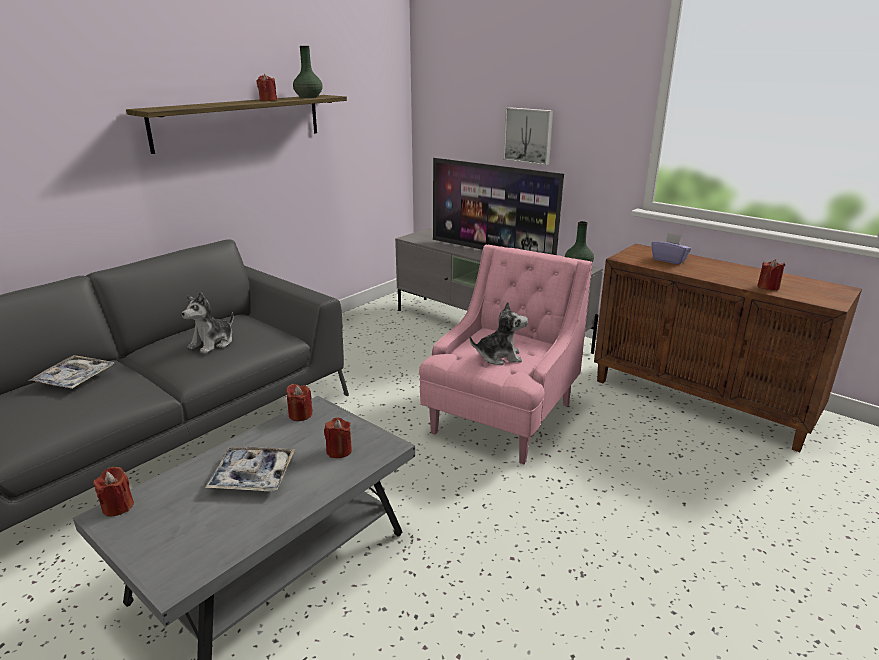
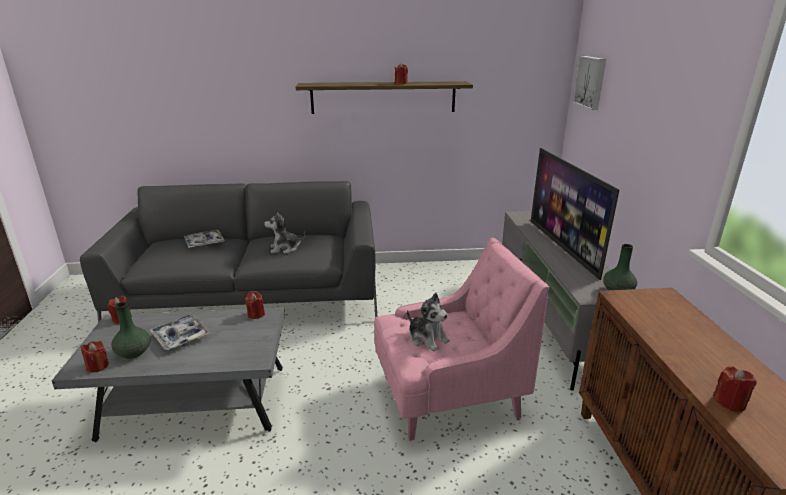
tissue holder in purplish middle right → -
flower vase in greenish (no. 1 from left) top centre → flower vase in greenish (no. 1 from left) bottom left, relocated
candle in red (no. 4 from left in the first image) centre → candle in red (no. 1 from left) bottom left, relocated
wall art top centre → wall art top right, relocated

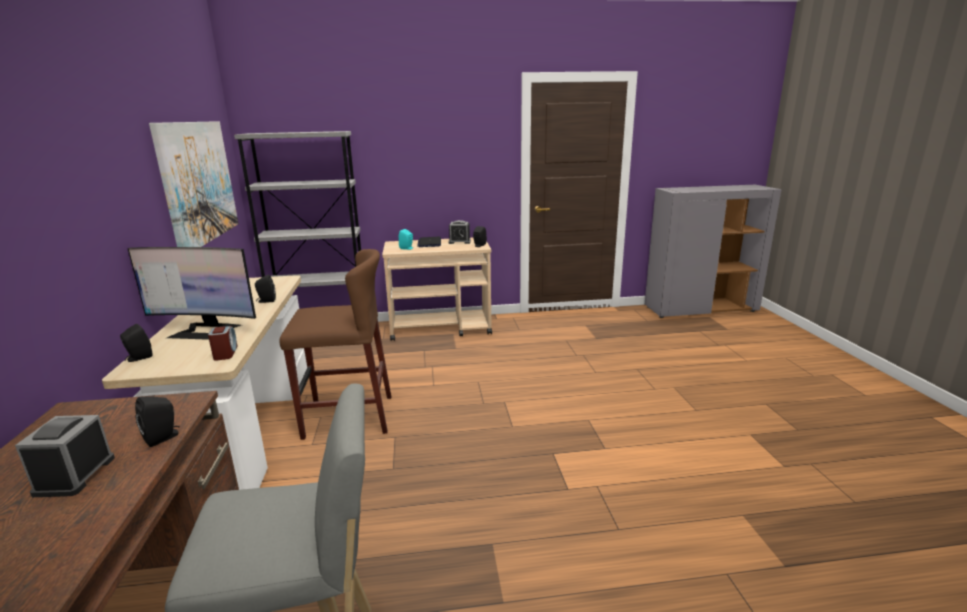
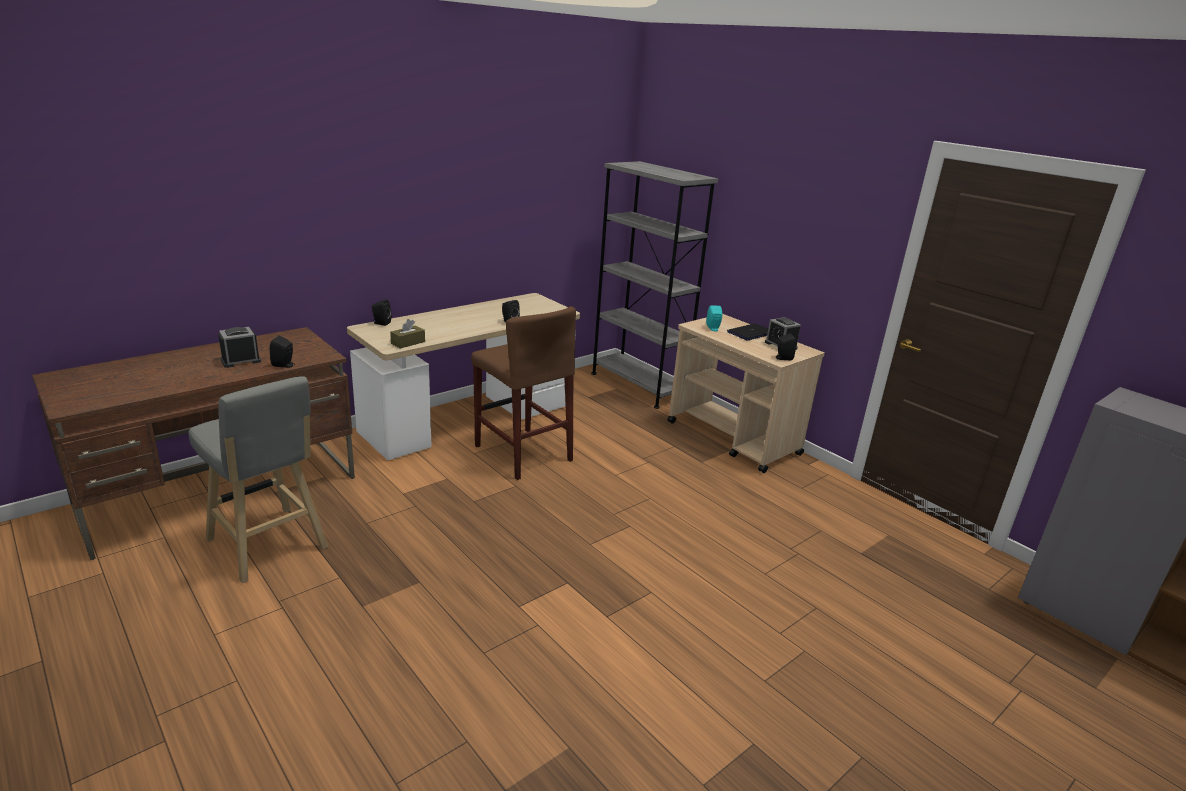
computer screen middle left → -
wall art top left → -
alarm clock (no. 2 from left) middle left → tissue holder in brown centre

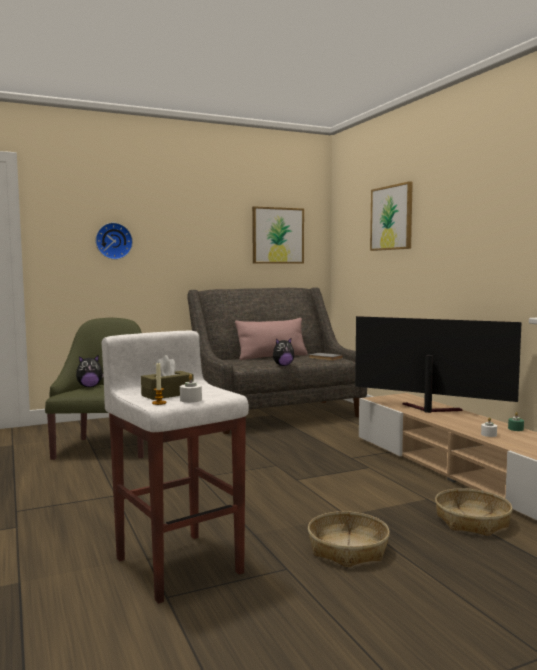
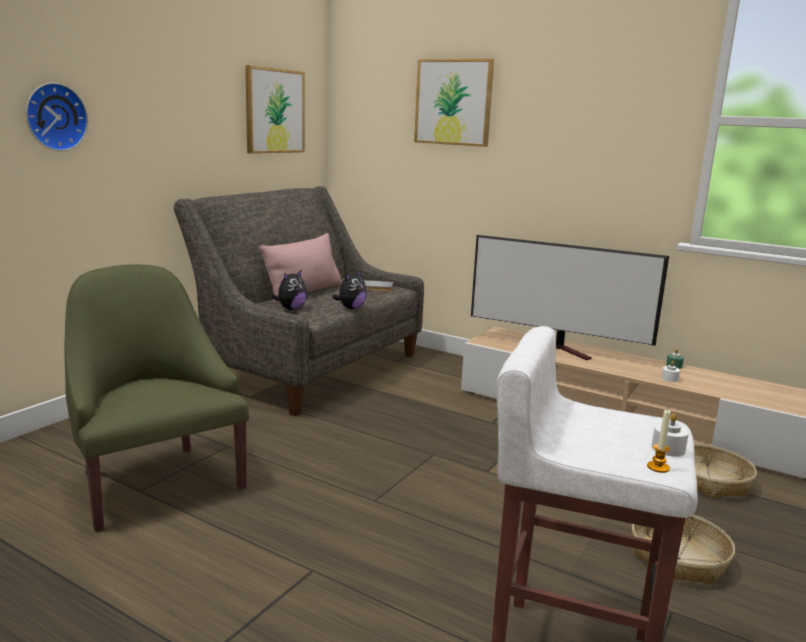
tissue holder in brown middle left → -
soft toy (no. 1 from left) middle left → soft toy (no. 1 from left) centre, relocated
TV middle right, 150 degrees counterclockwise

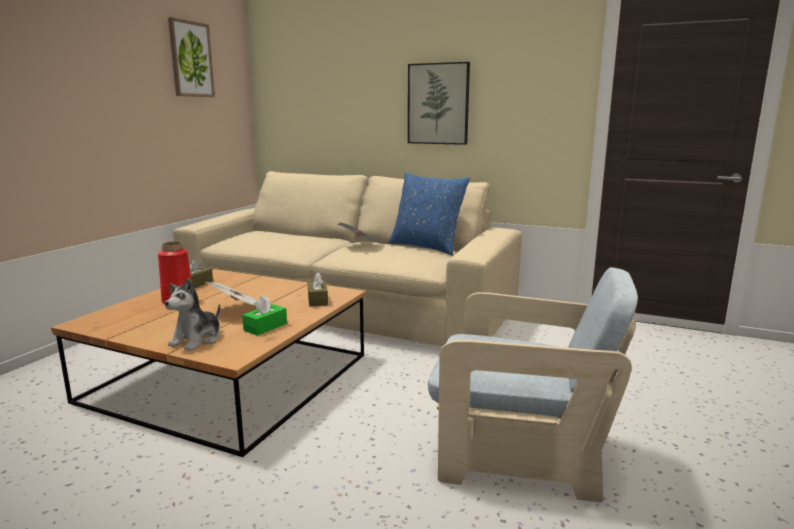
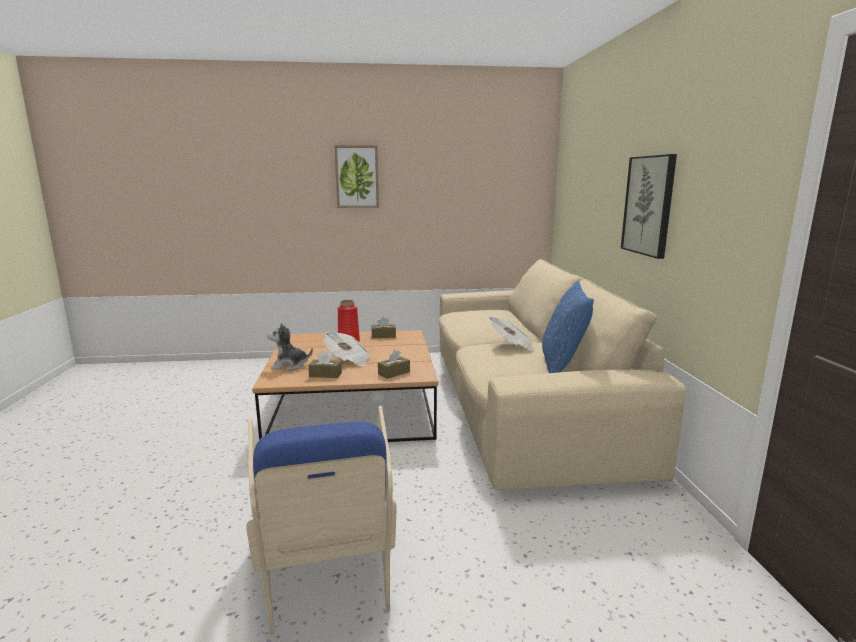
wall art (no. 1 from left) top left → wall art (no. 1 from left) top centre, relocated
tissue holder in greenish middle left → tissue holder in brown (no. 1 from left) centre
armchair in beige-coloured bottom right → armchair in bluish bottom centre

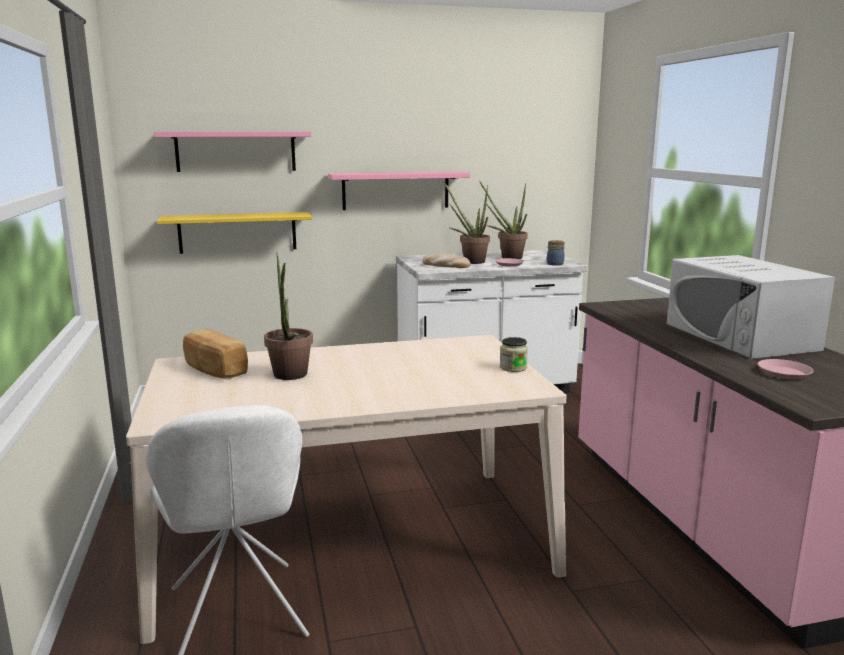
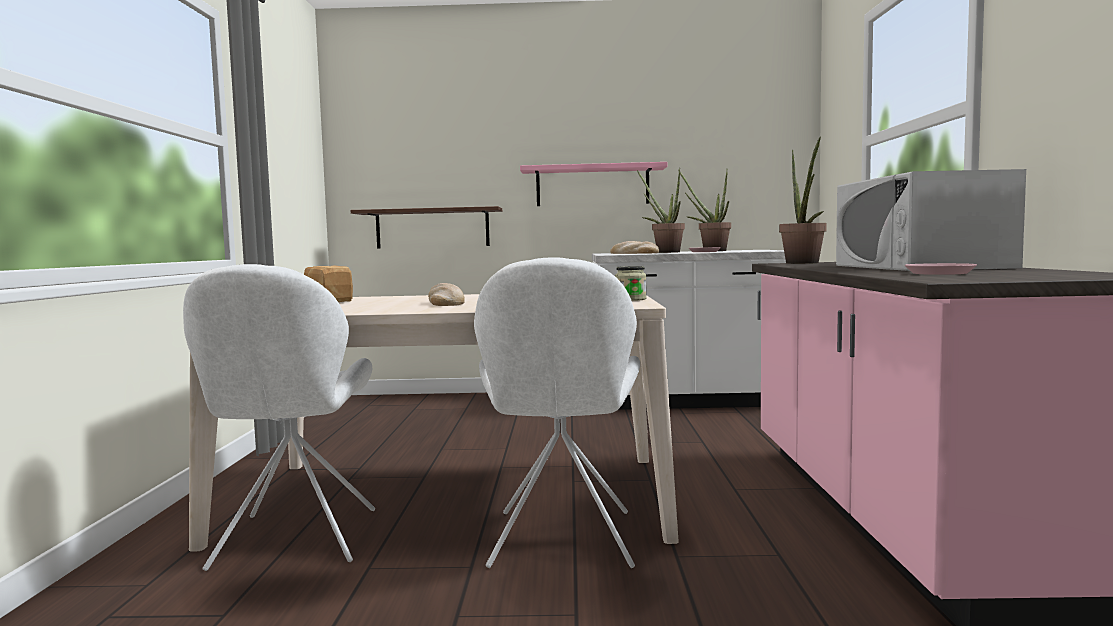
shelf in pinkish (no. 1 from left) top left → -
preserve jar (no. 2 from left) centre → -
- → baked bread (no. 2 from left) centre
- → plain chair in white (no. 2 from left) centre
potted plant (no. 1 from left in the first image) centre → potted plant (no. 3 from left) top right, relocated
shelf in yellowish middle left → shelf in brown centre

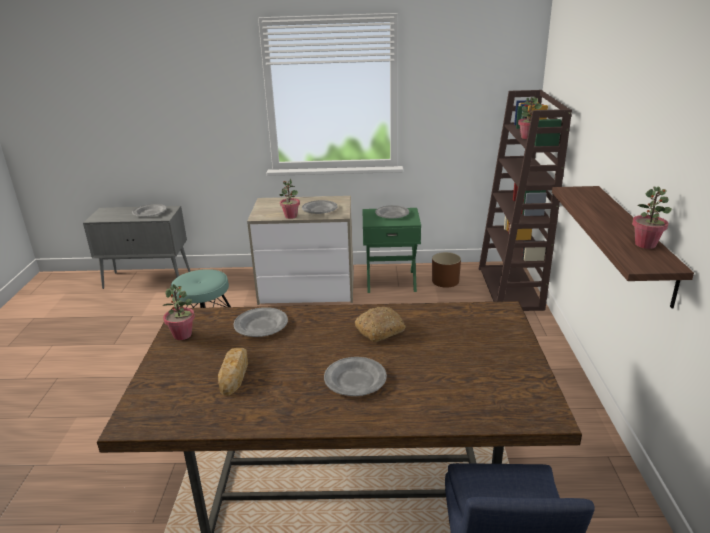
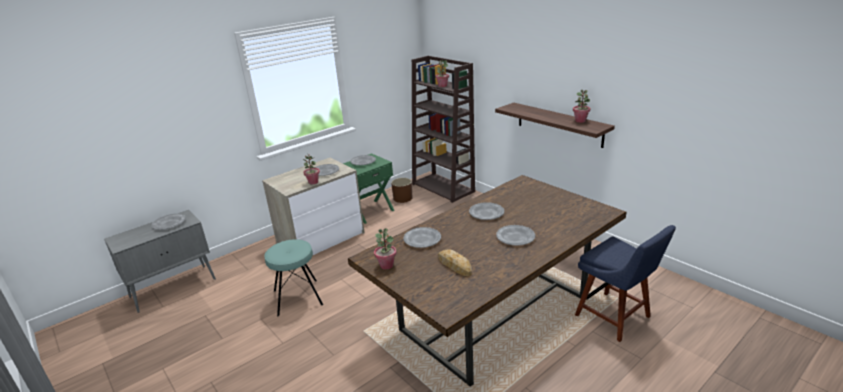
baked bread (no. 2 from left) centre → flat dish in greyish (no. 5 from left) centre

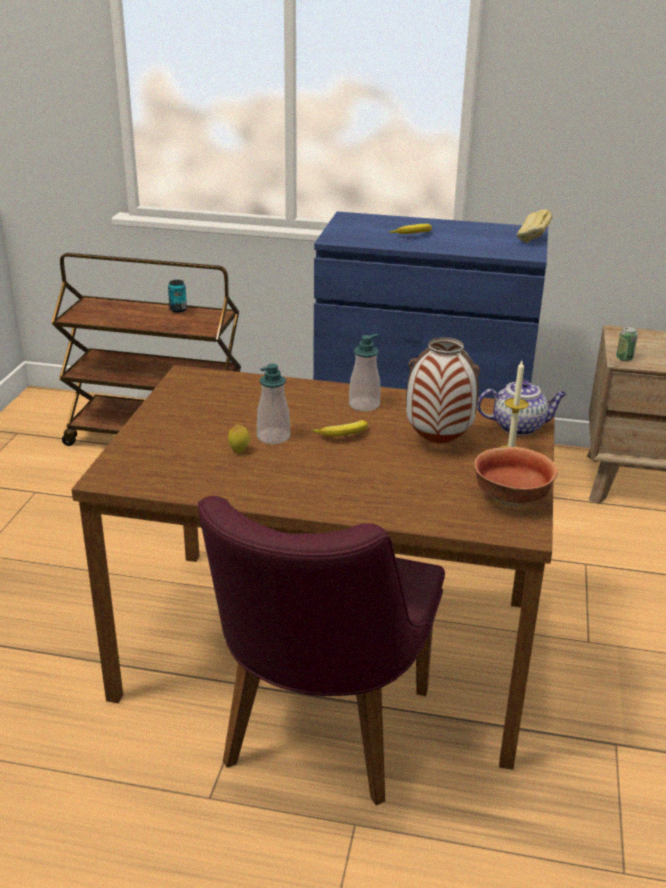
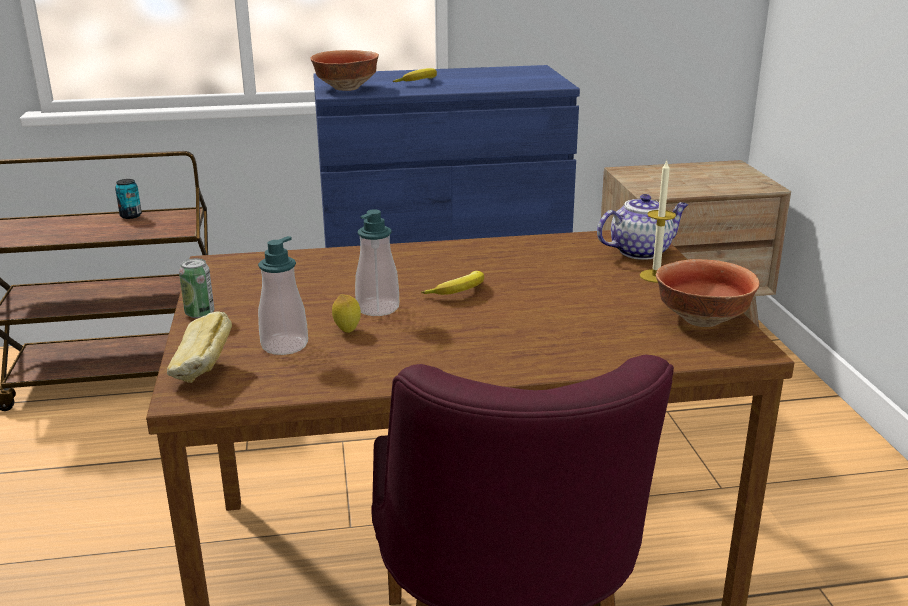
flower vase centre → -
- → bowl (no. 1 from left) top centre
soap dispenser (no. 2 from left in the first image) centre → soap dispenser (no. 1 from left) middle left, relocated
baked bread top right → baked bread middle left, relocated
sealed can (no. 2 from left) middle right → sealed can (no. 2 from left) middle left, relocated

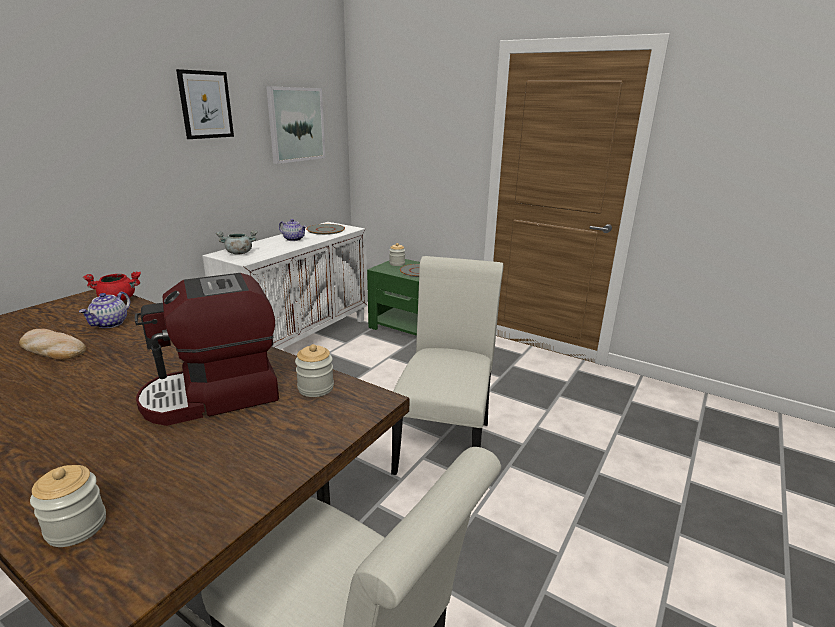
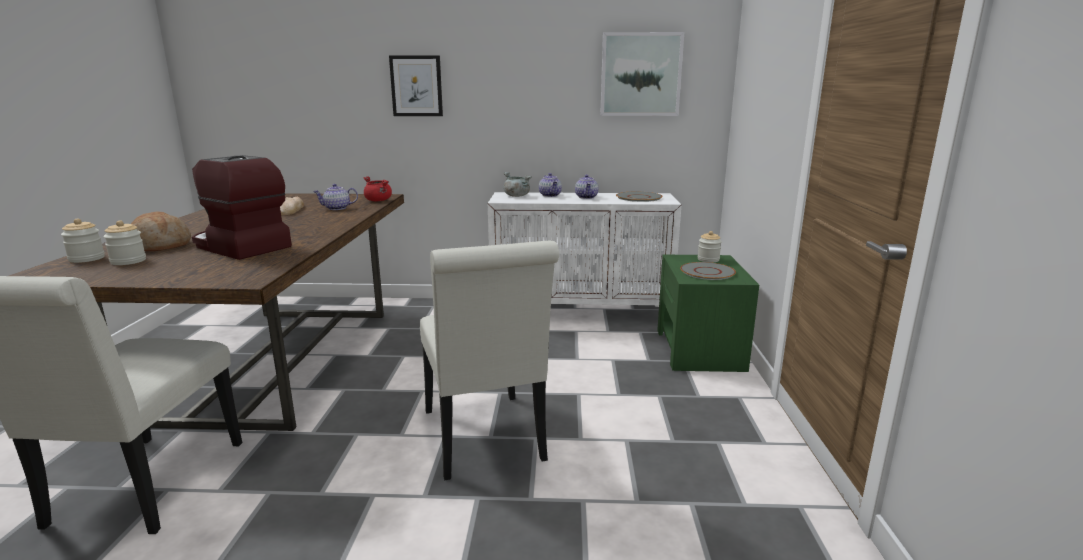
- → baked bread (no. 1 from left) middle left
- → tea pot (no. 2 from left) top centre
wall art (no. 1 from left) top left → wall art (no. 1 from left) top centre, relocated
preserve jar (no. 2 from left) centre → preserve jar (no. 2 from left) middle left, relocated
plain chair in white (no. 2 from left) centre, 90 degrees clockwise

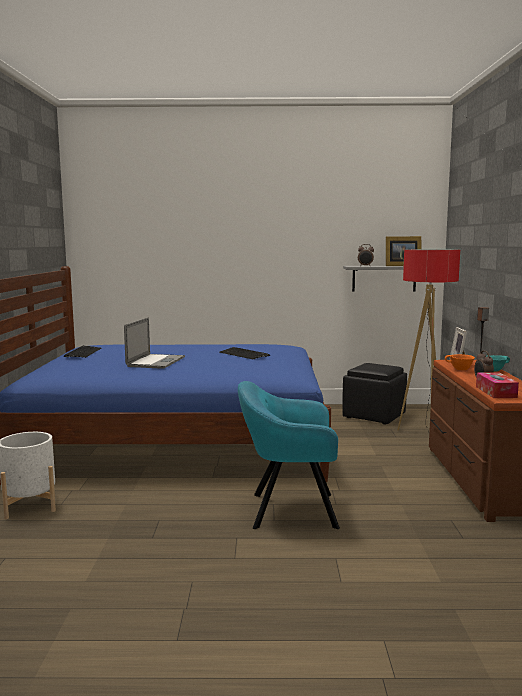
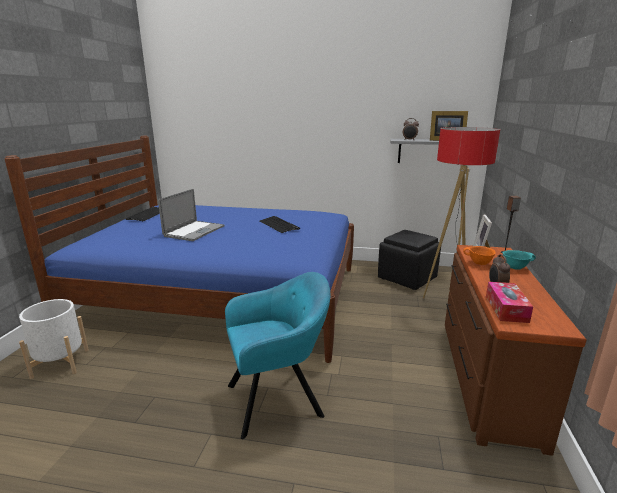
armchair in turquoise-coloured centre → armchair in turquoise-coloured bottom centre, 150 degrees clockwise

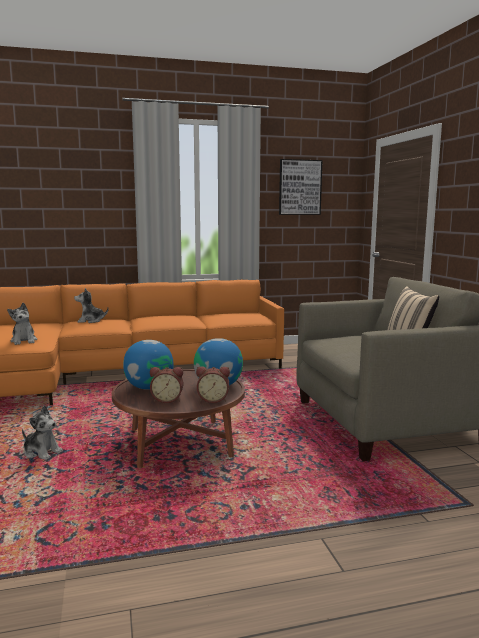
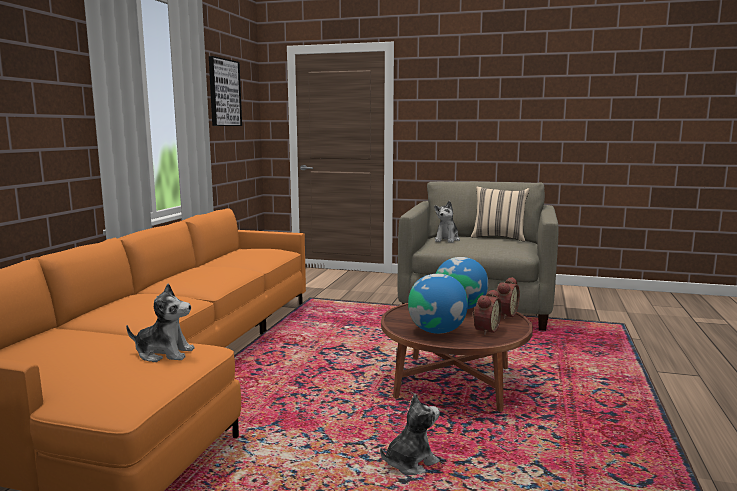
soft toy (no. 3 from left) middle left → soft toy (no. 3 from left) centre, relocated

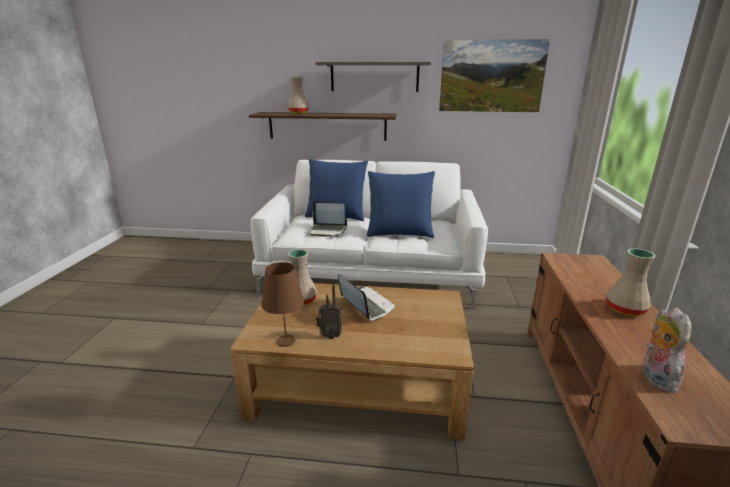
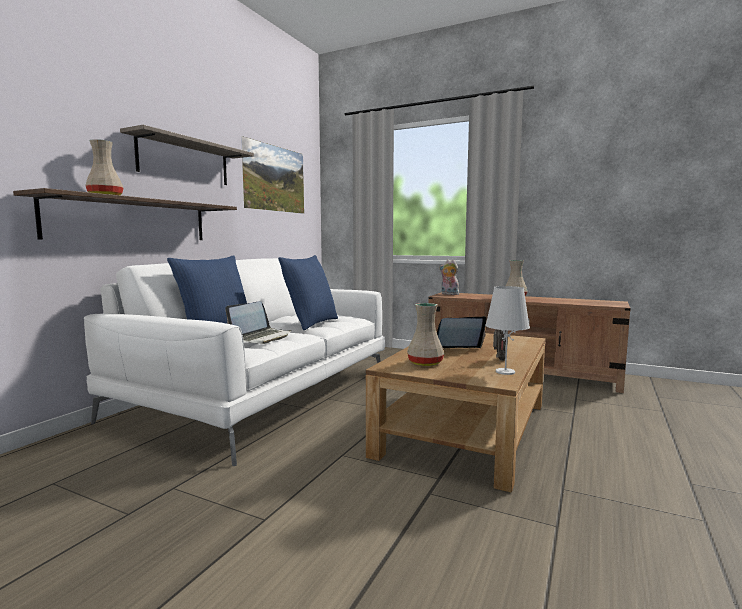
soft toy bottom right → soft toy centre, relocated
table lamp in brown centre → table lamp in white middle right

